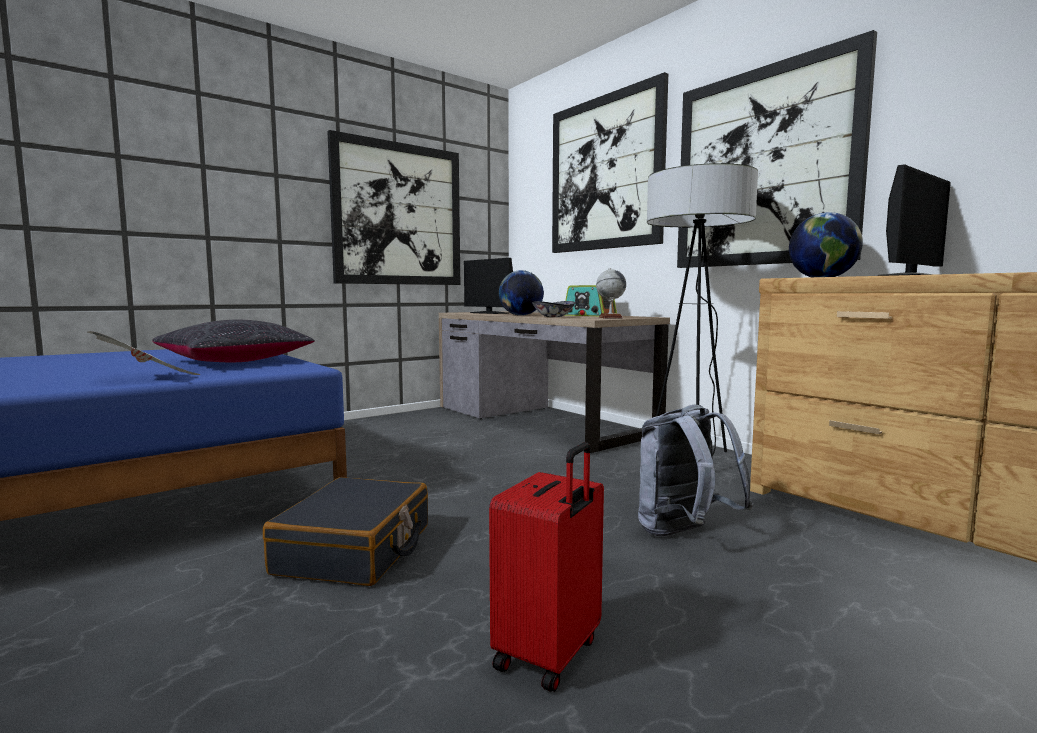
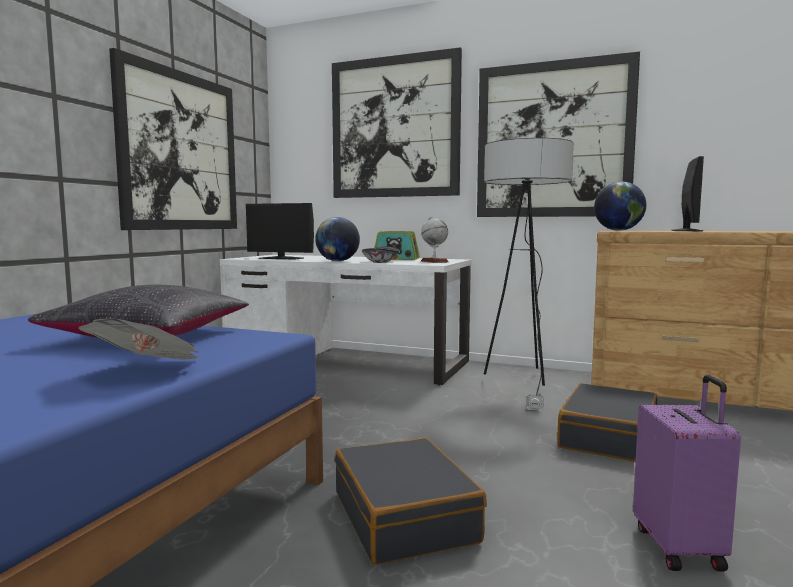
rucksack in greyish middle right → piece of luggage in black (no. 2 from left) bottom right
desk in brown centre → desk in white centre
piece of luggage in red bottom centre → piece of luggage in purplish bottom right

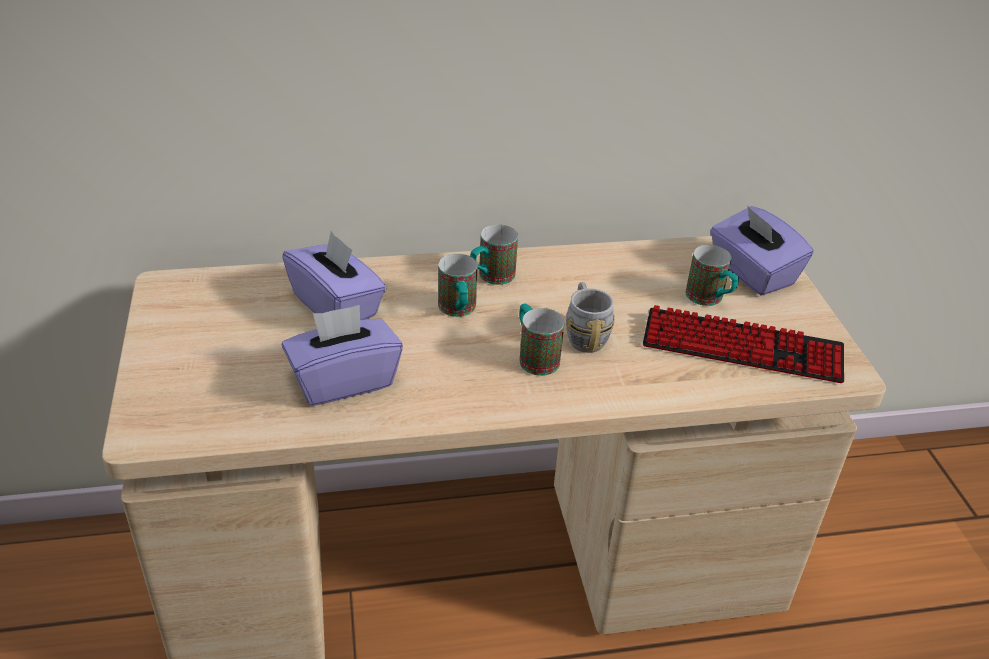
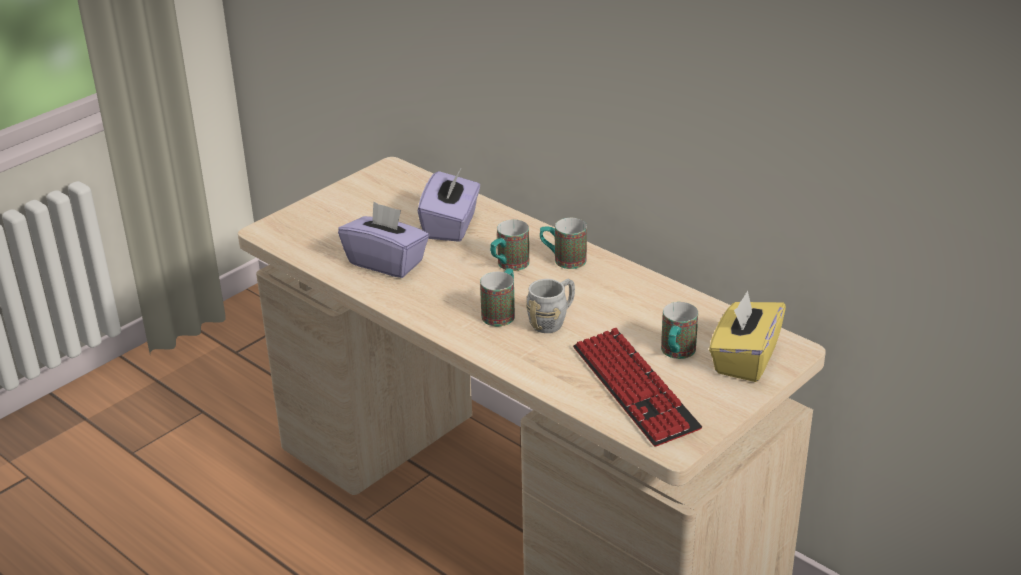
tissue holder in purplish (no. 3 from left) middle right → tissue holder in yellowish middle right

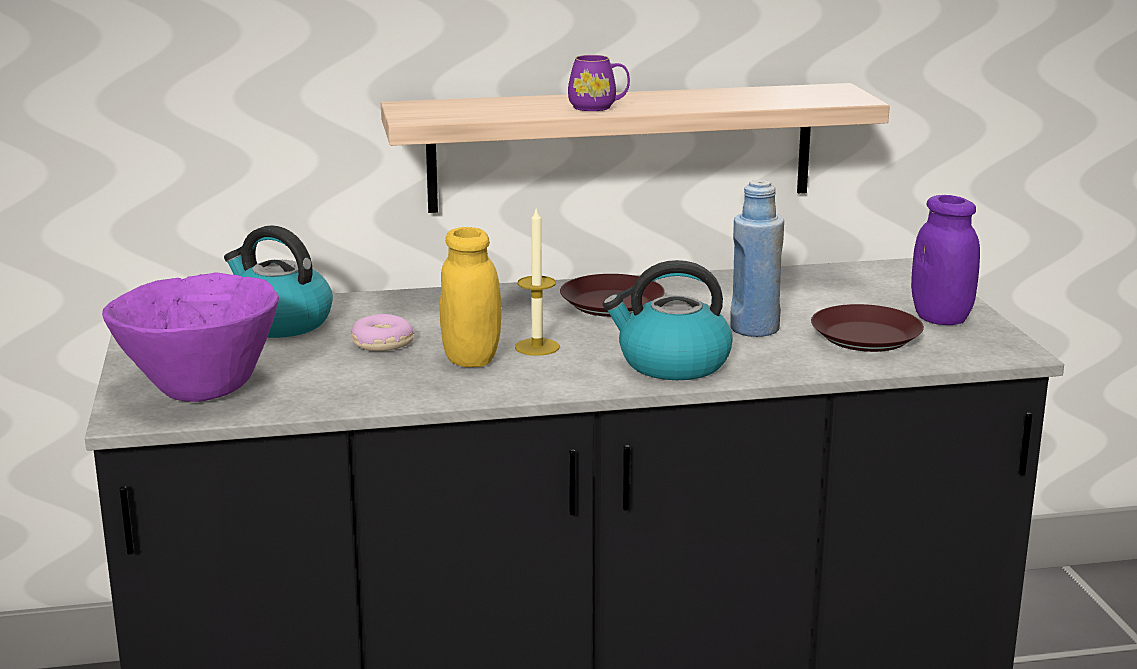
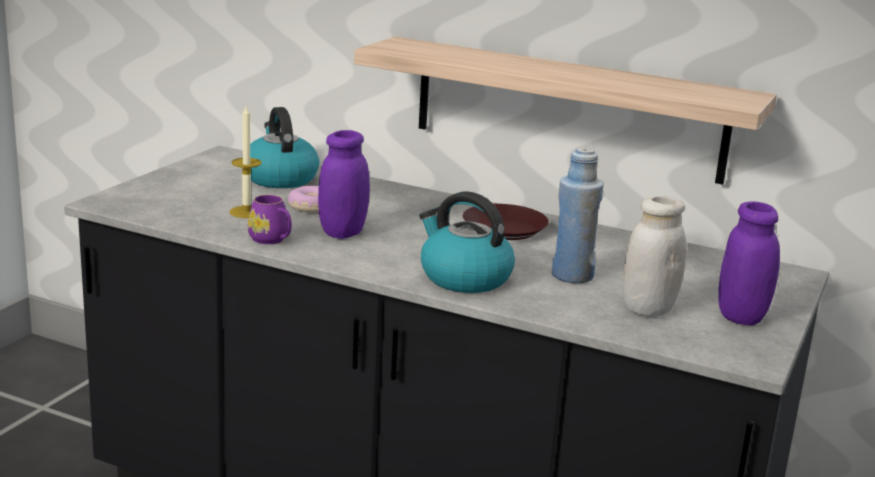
bowl in purplish middle left → -
candle centre → candle middle left, relocated
coffee mug in purplish top centre → coffee mug in purplish middle left, relocated
flat dish in brown (no. 2 from left) middle right → preserve jar in white middle right
preserve jar in yellowish centre → preserve jar in purplish (no. 1 from left) centre

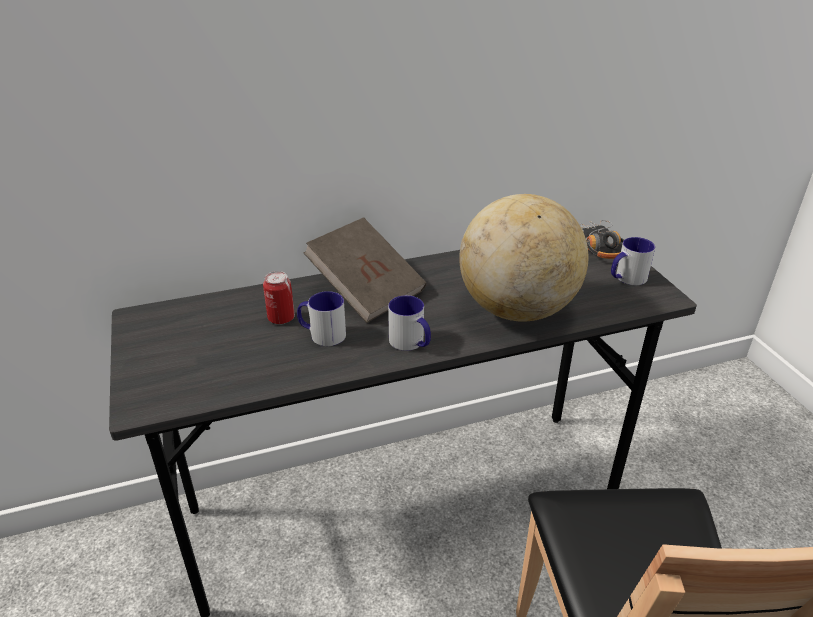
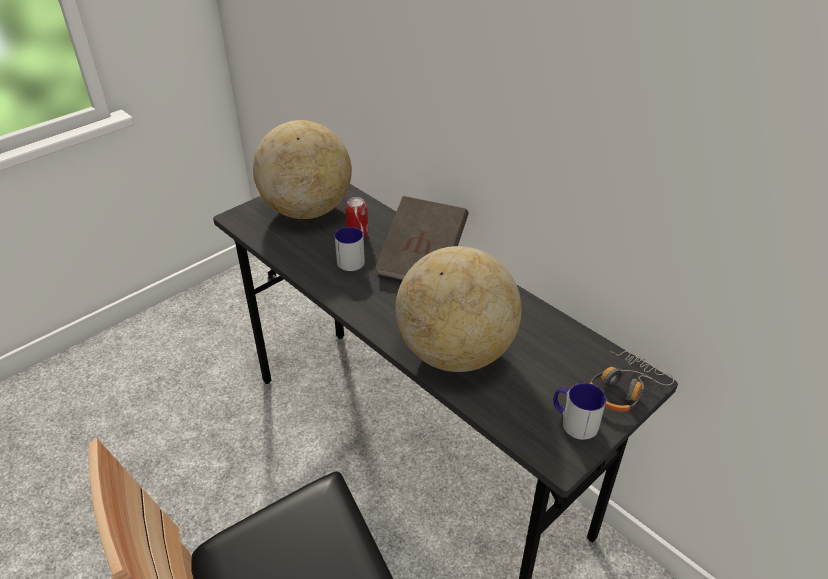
coffee mug (no. 2 from left) centre → -
- → world globe (no. 1 from left) top centre

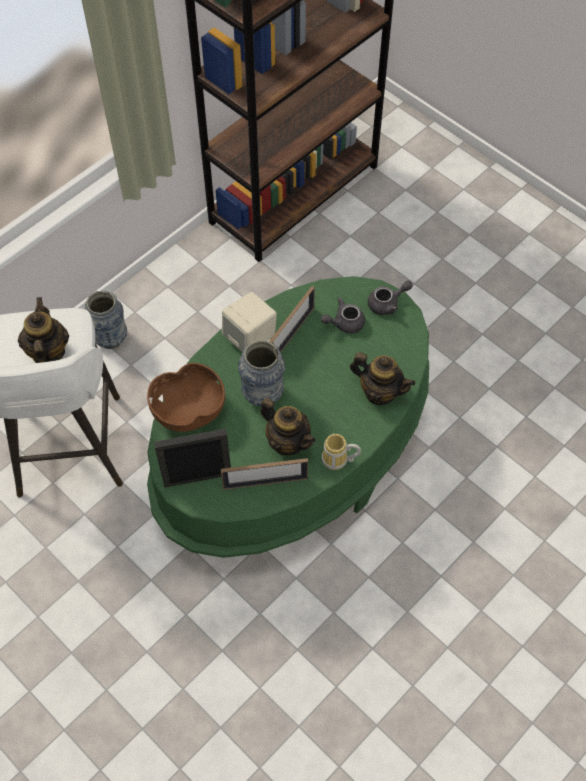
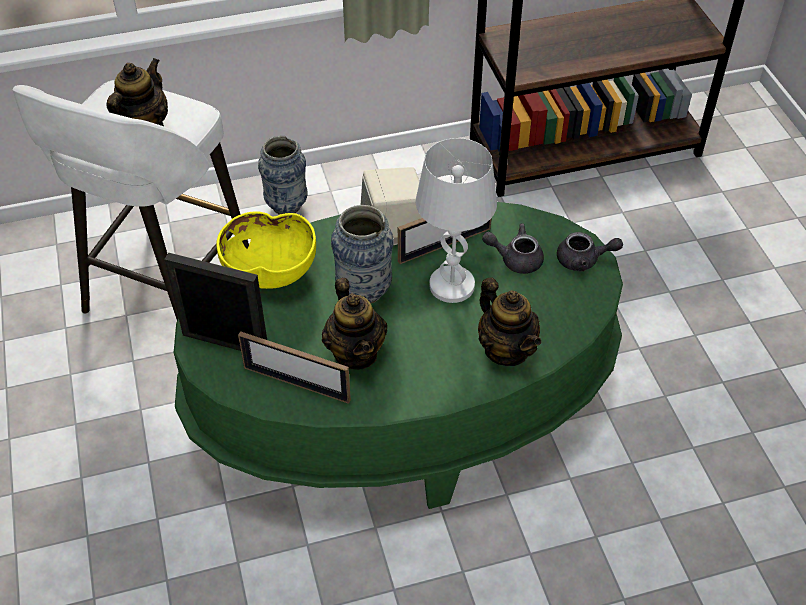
coffee mug centre → -
- → table lamp in white centre
bowl in brown middle left → bowl in yellowish middle left

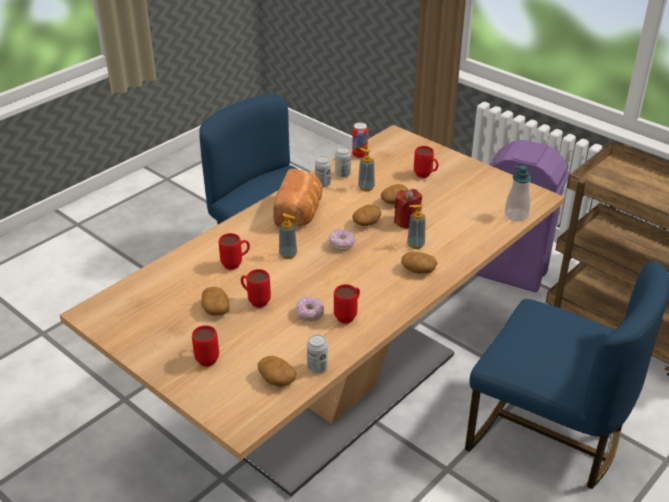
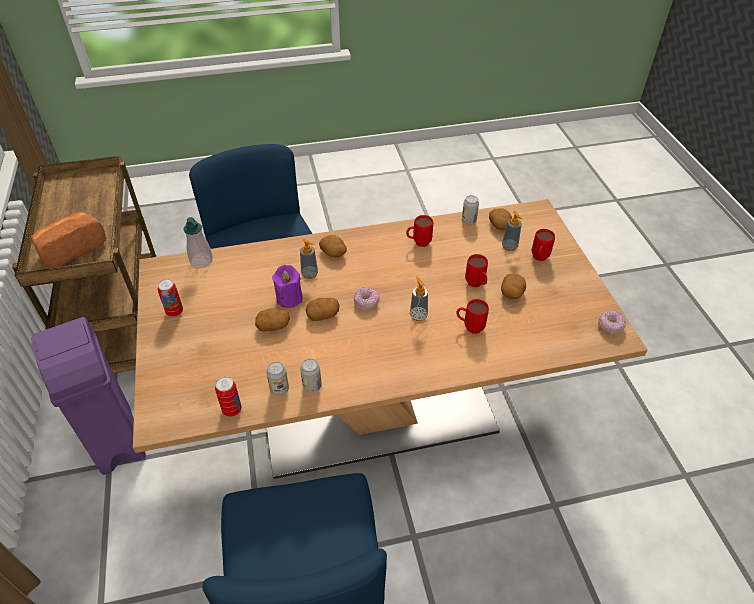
coffee mug in red (no. 5 from left) top centre → -
- → sealed can (no. 1 from left) middle left
baked bread centre → baked bread middle left, relocated
doughnut (no. 1 from left in the first image) centre → doughnut (no. 2 from left) middle right, relocated
soap dispenser (no. 2 from left in the first image) centre → soap dispenser (no. 4 from left) middle right, relocated
candle in red centre → candle in purplish centre

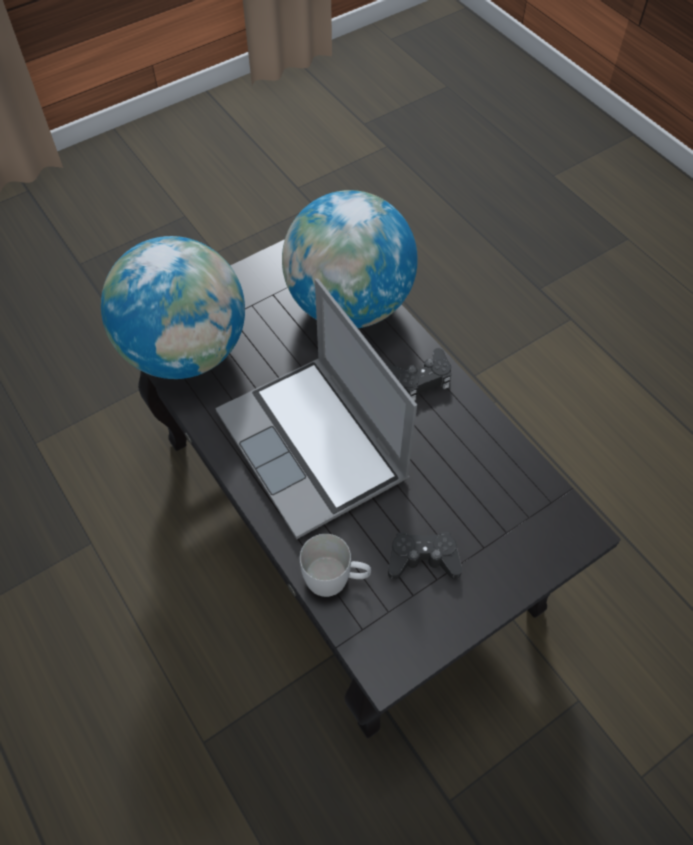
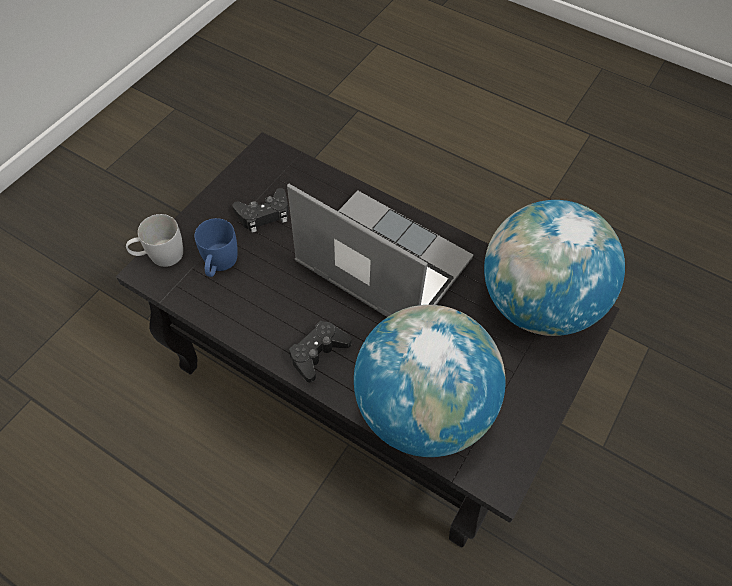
- → coffee mug in bluish middle left
coffee mug in white bottom centre → coffee mug in white middle left, relocated

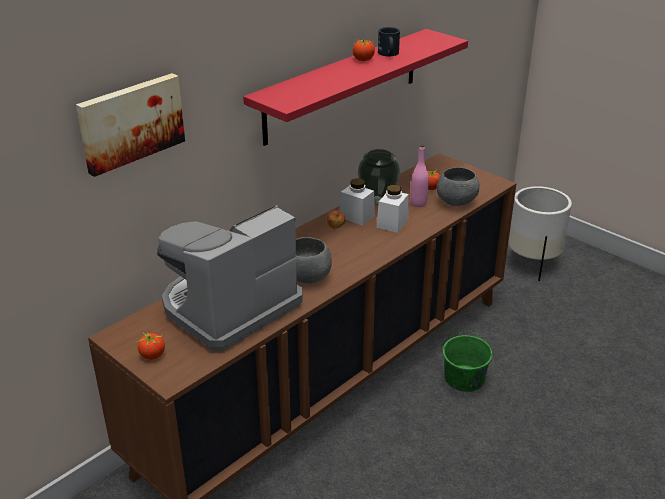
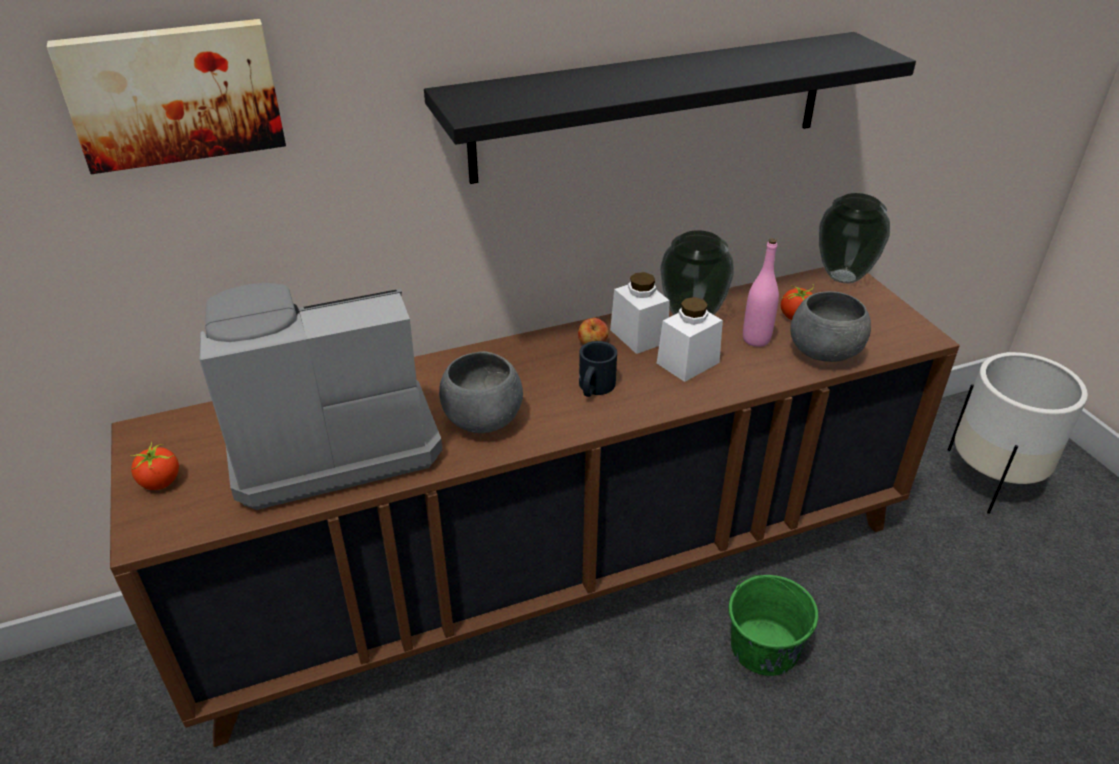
tomato (no. 2 from left) top centre → -
- → flower vase (no. 2 from left) top right
coffee mug in black top centre → coffee mug in black centre, relocated
shelf in red top centre → shelf in black top centre

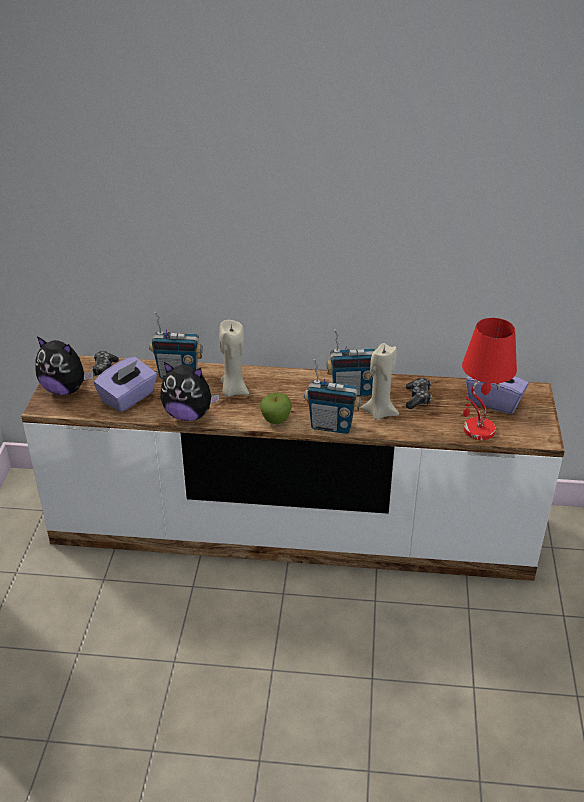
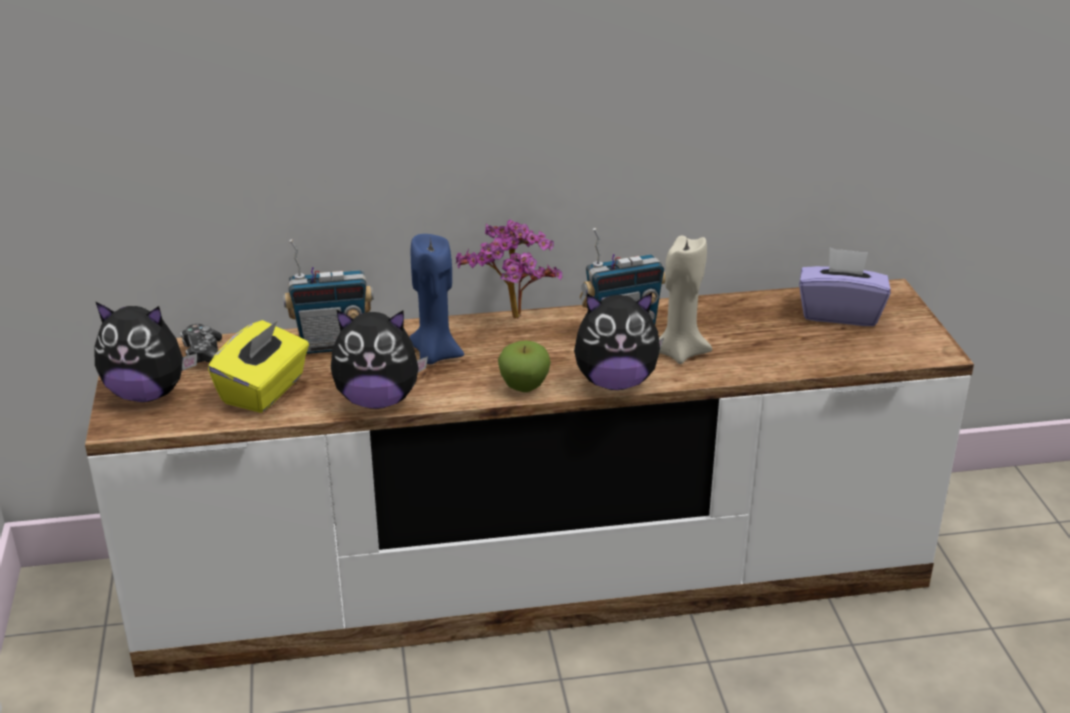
game controller (no. 2 from left) middle right → -
table lamp in red middle right → -
- → potted plant centre
radio (no. 2 from left) centre → soft toy (no. 3 from left) centre
tissue holder in purplish (no. 1 from left) middle left → tissue holder in yellowish middle left
candle in beige-coloured (no. 1 from left) centre → candle in bluish centre

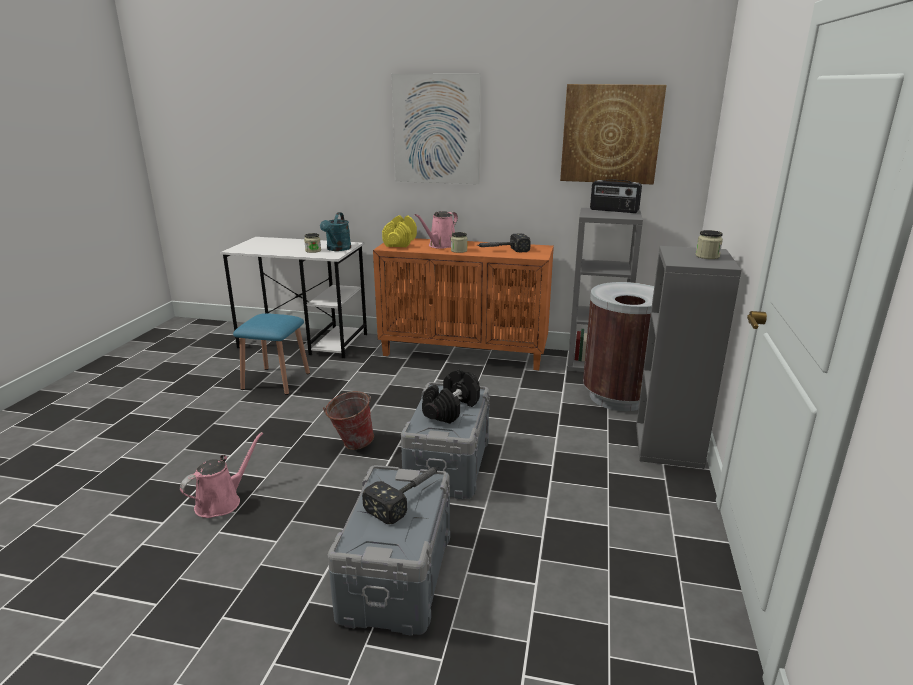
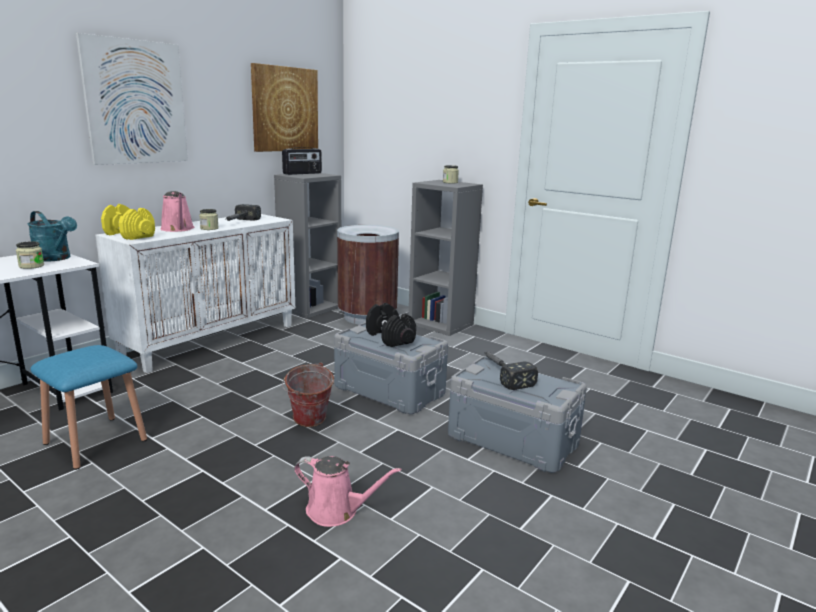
cabinet in orange-coloured centre → cabinet in white middle left
watering can in pinkish (no. 1 from left in the first image) bottom left → watering can in pinkish (no. 2 from left) bottom centre, 135 degrees clockwise

